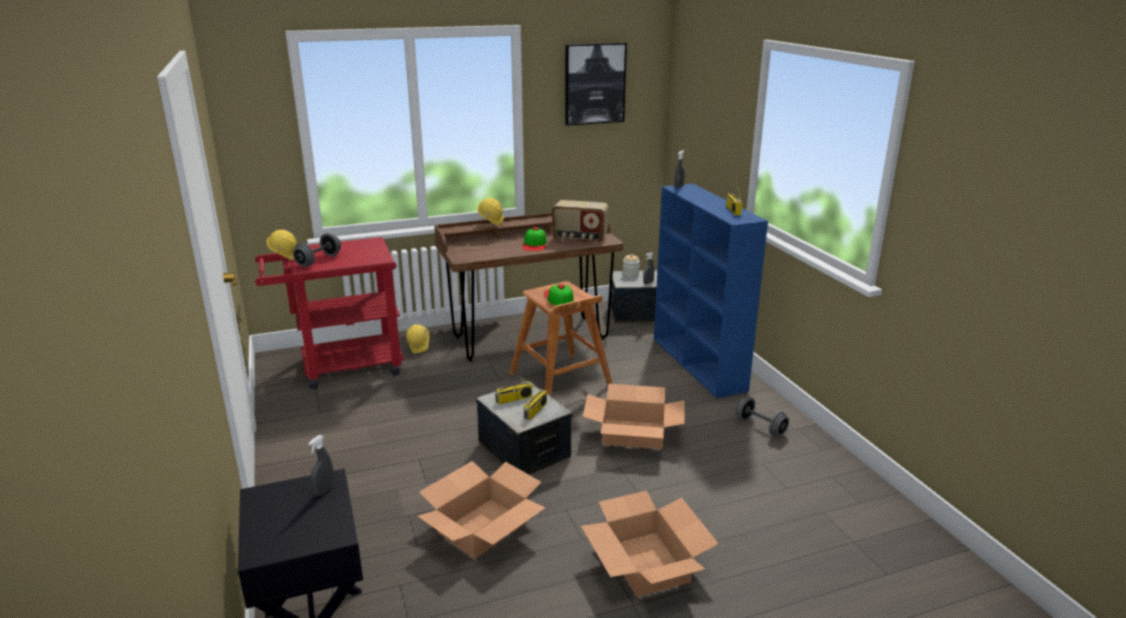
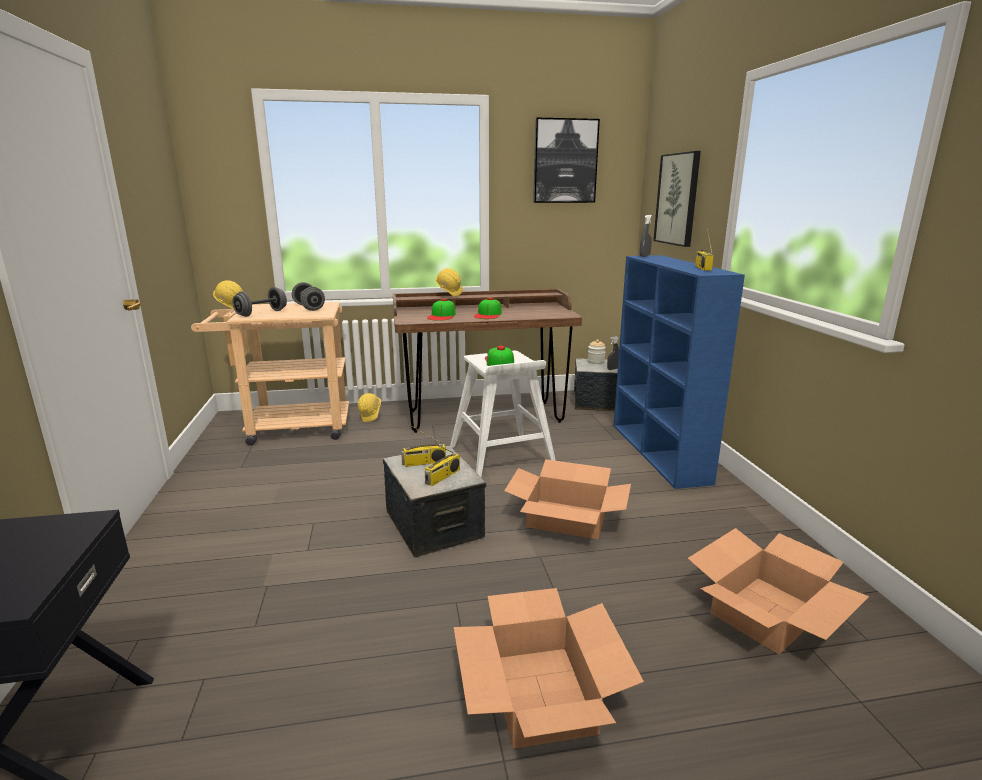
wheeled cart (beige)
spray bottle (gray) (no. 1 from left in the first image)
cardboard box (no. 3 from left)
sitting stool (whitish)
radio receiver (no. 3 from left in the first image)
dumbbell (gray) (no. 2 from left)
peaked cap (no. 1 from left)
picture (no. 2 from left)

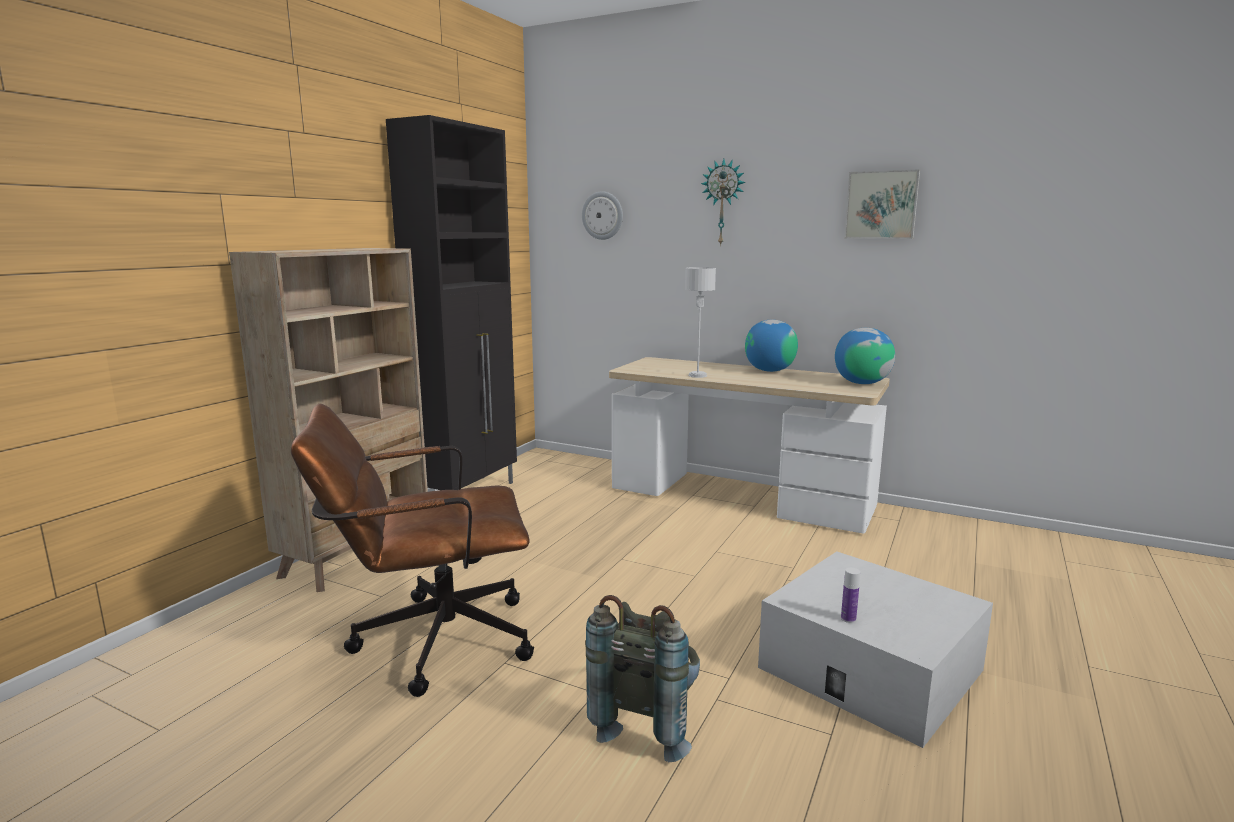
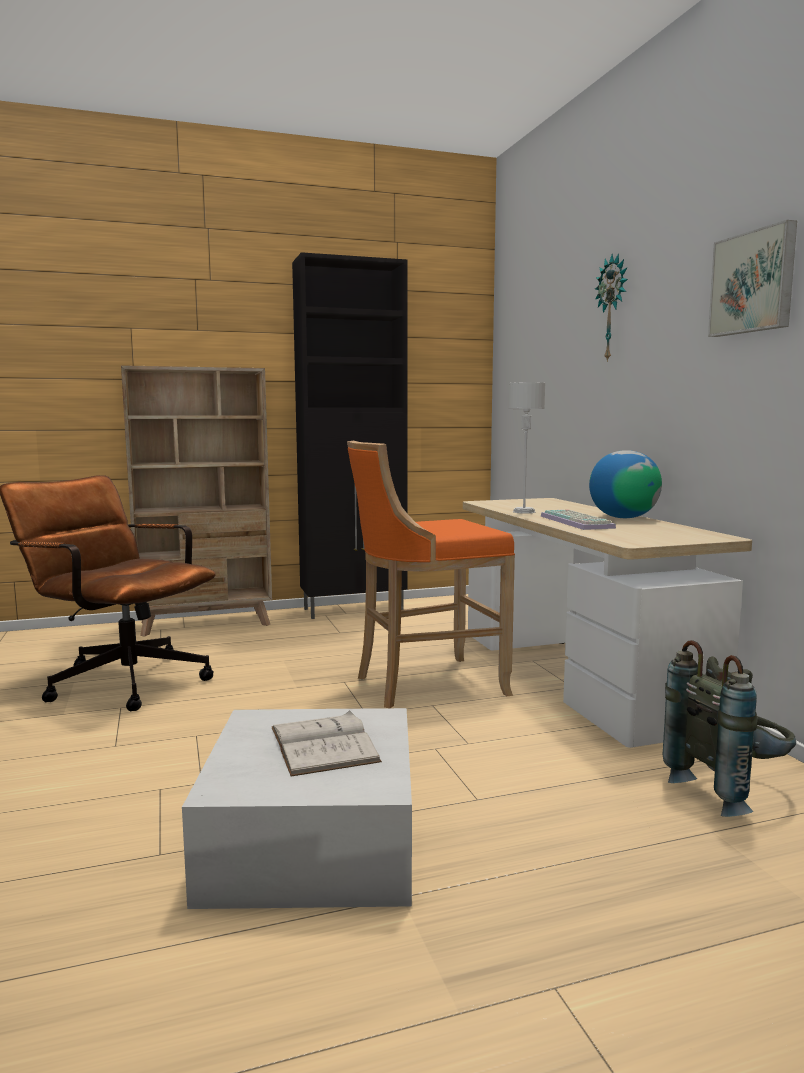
clock on the wall (no. 1 from left in the first image)
knapsack (gray)
desk globe (no. 2 from left in the first image)
beverage bottle
volume (whitish)
sitting stool (orange)
PC keyboard

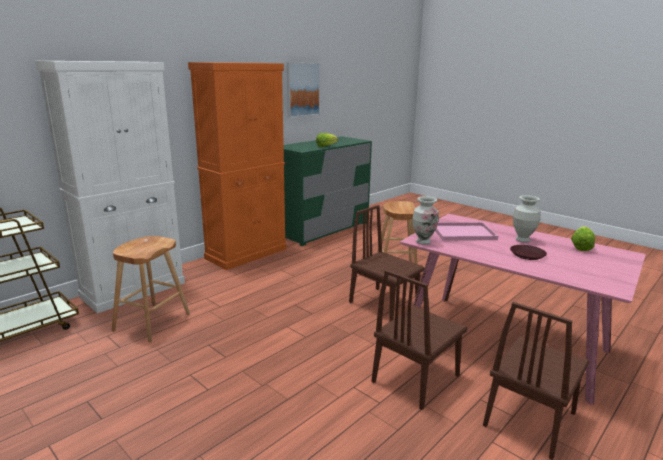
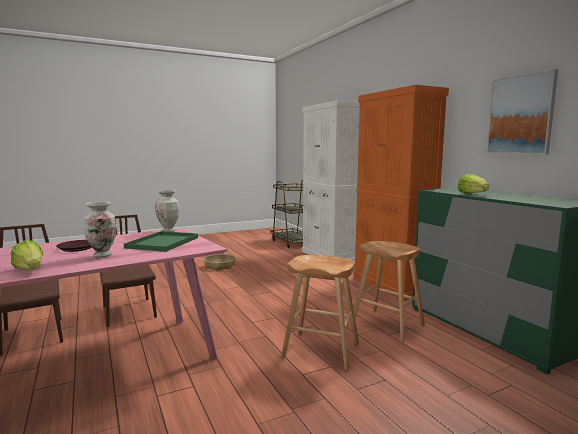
sitting stool (brown) (no. 2 from left)
upright chair (brown) (no. 1 from left in the first image)
tray (green)
storage basket

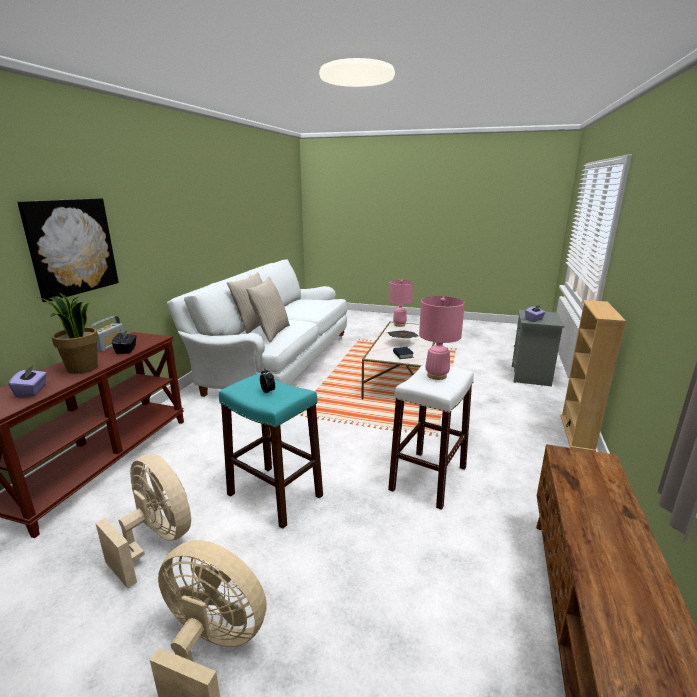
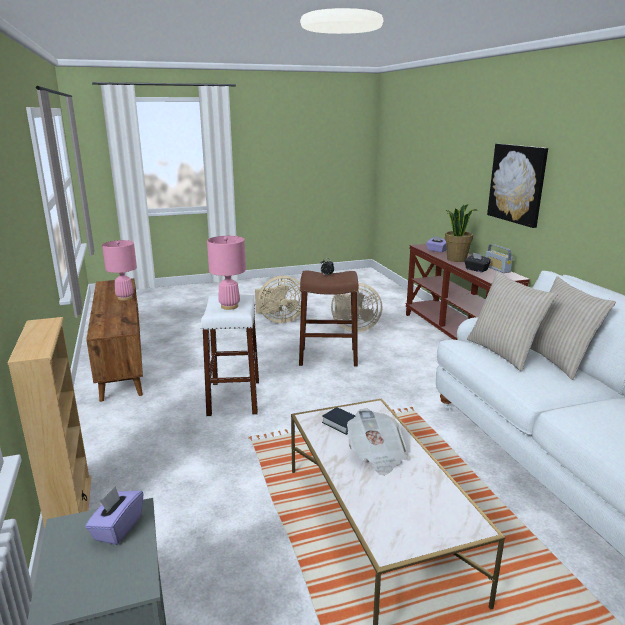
sitting stool (brown)
lamp for a table (pink) (no. 1 from left)

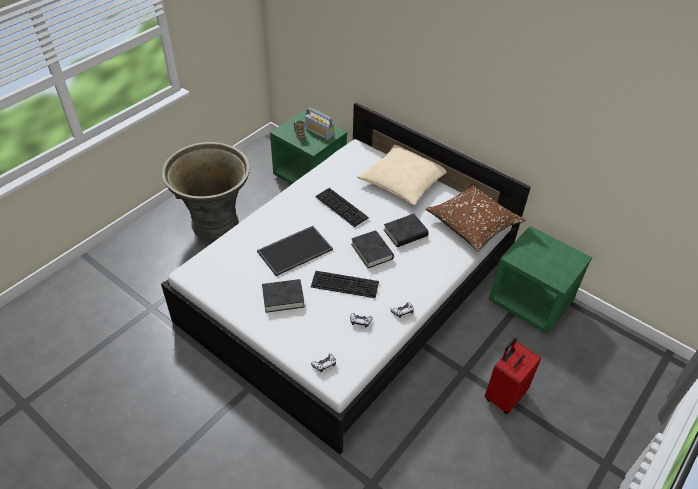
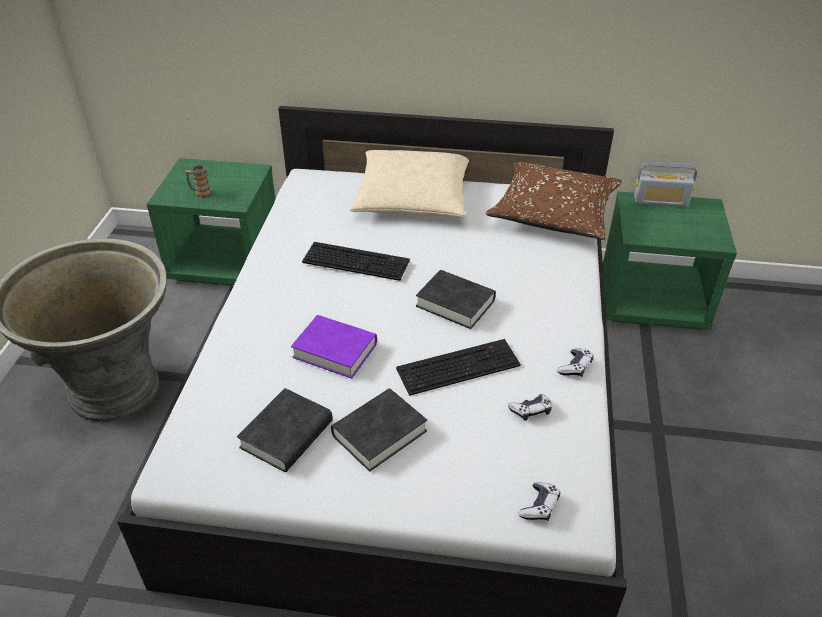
volume (purple-coloured)
radio receiver
volume (black-coloured) (no. 1 from left)
travel case (red-coloured)

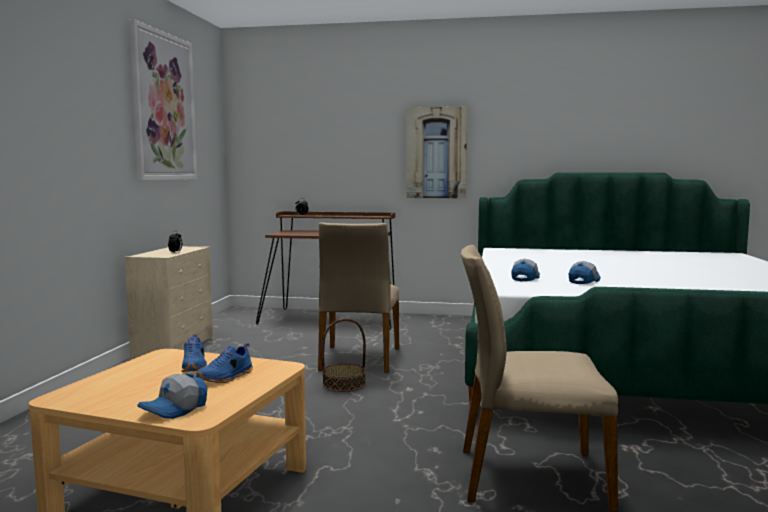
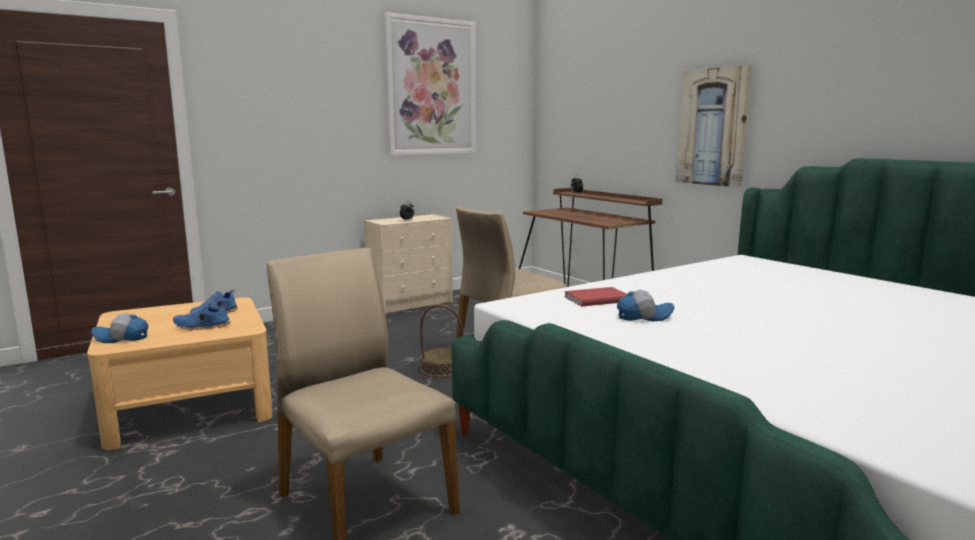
volume (red-coloured)

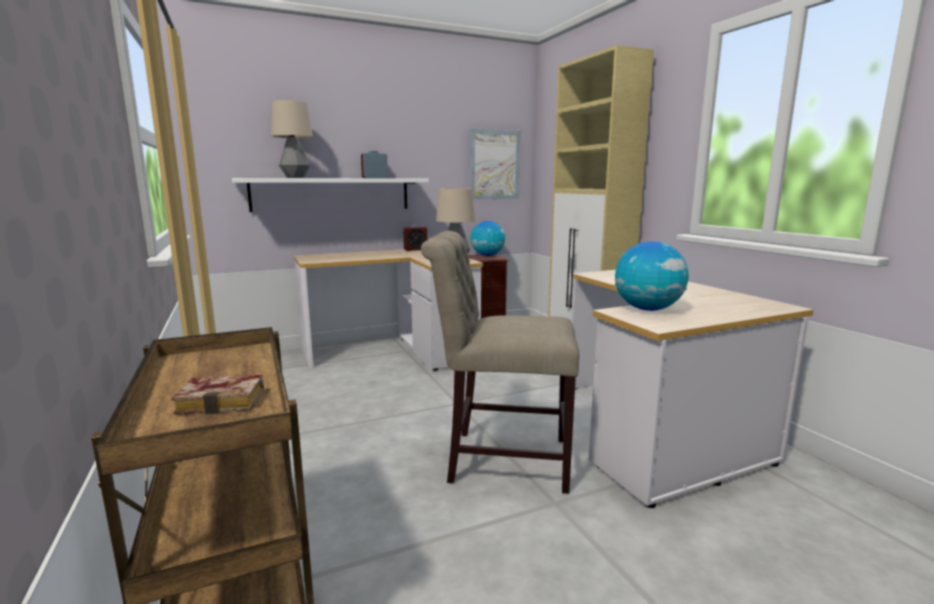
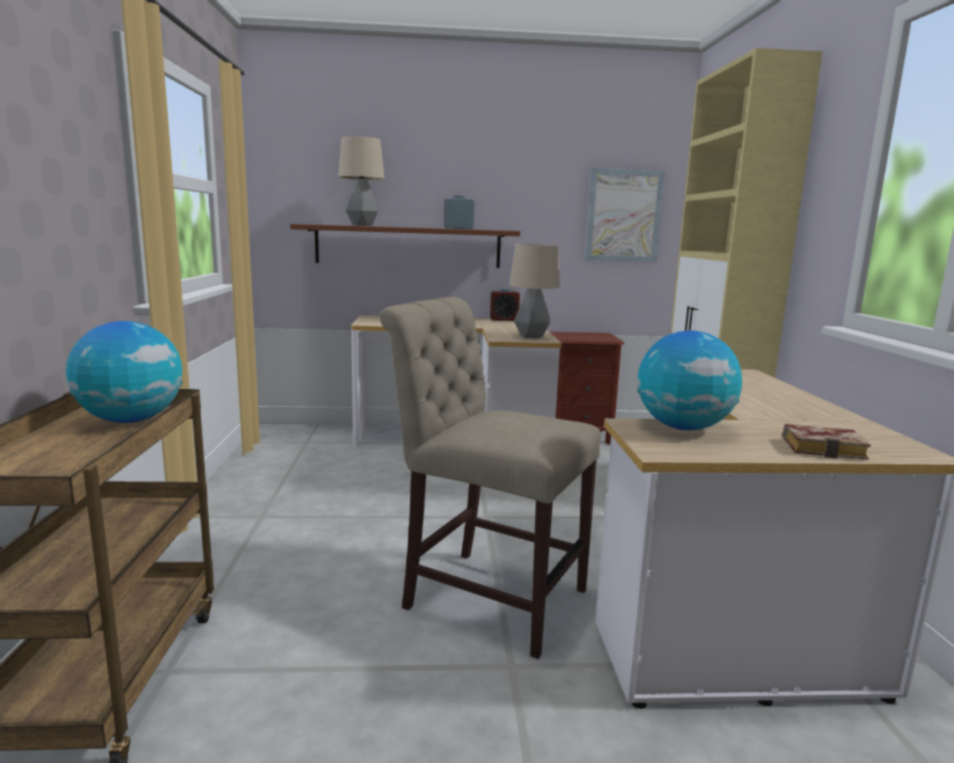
volume
wall shelf (brown)
desk globe (no. 1 from left)

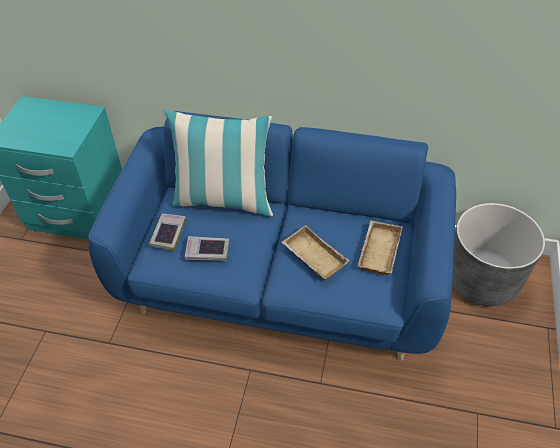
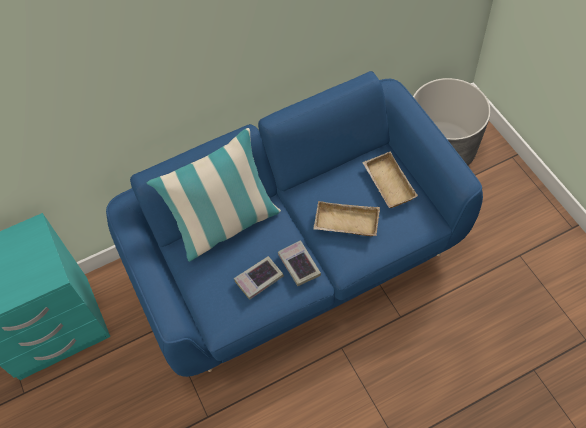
volume (no. 2 from left)

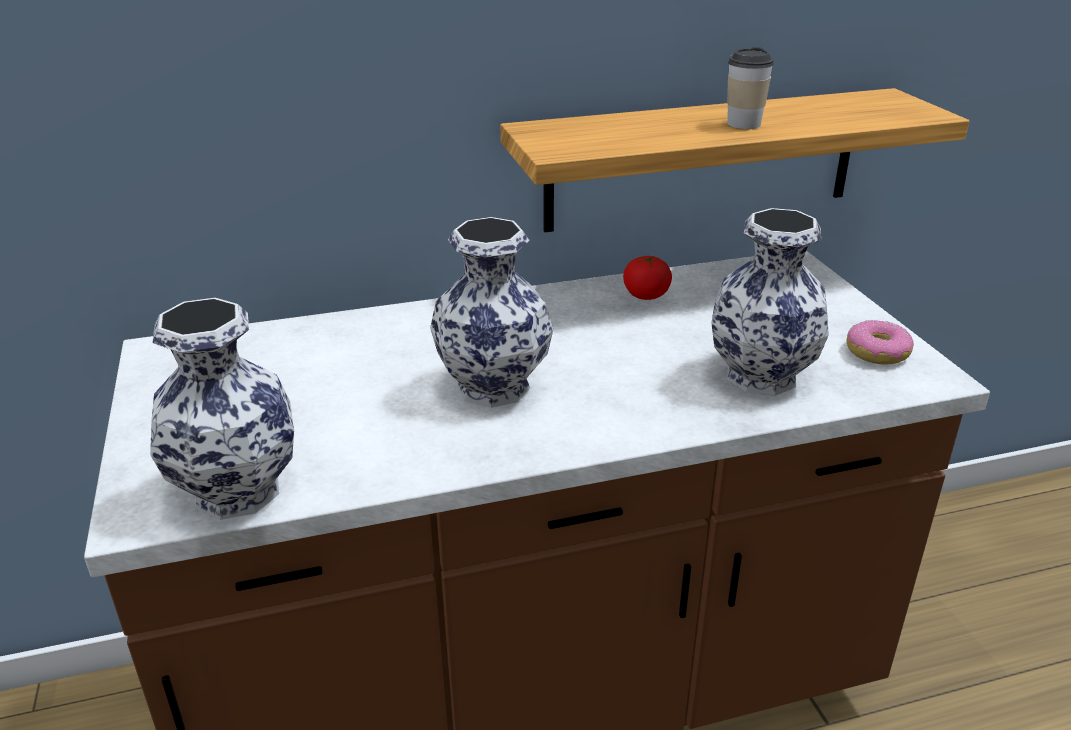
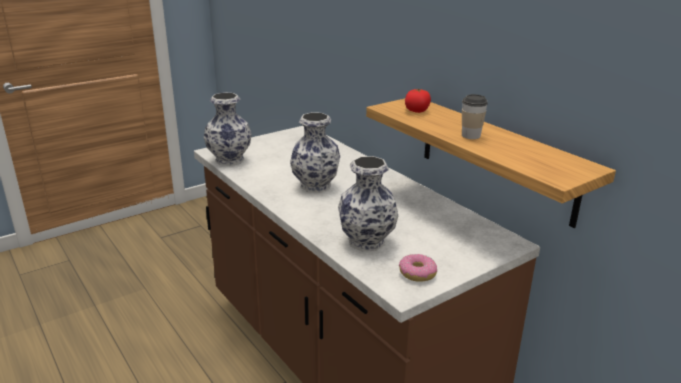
whole tomato

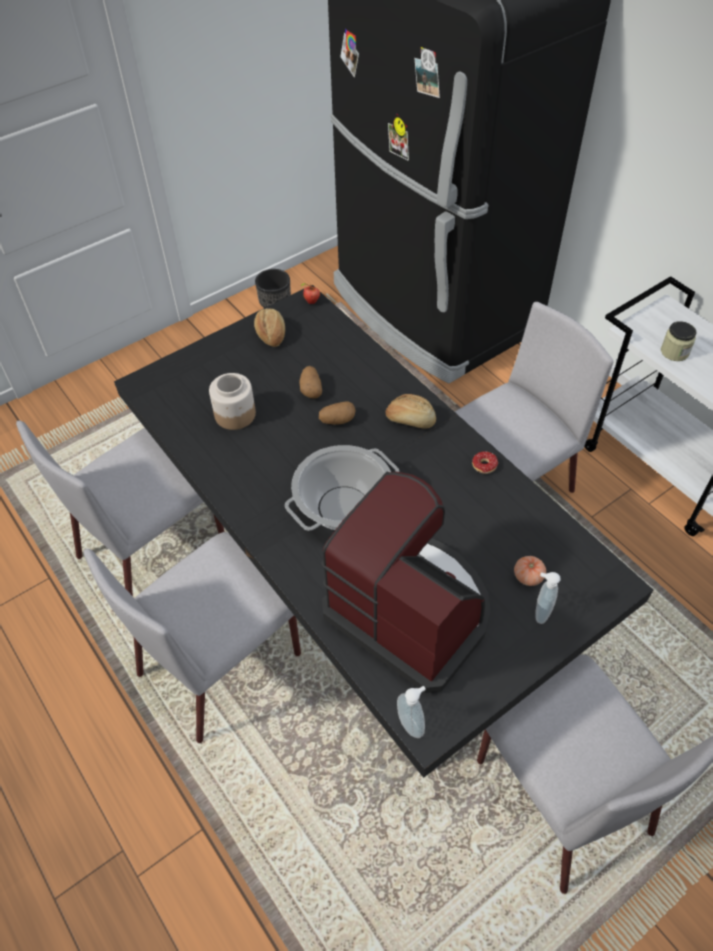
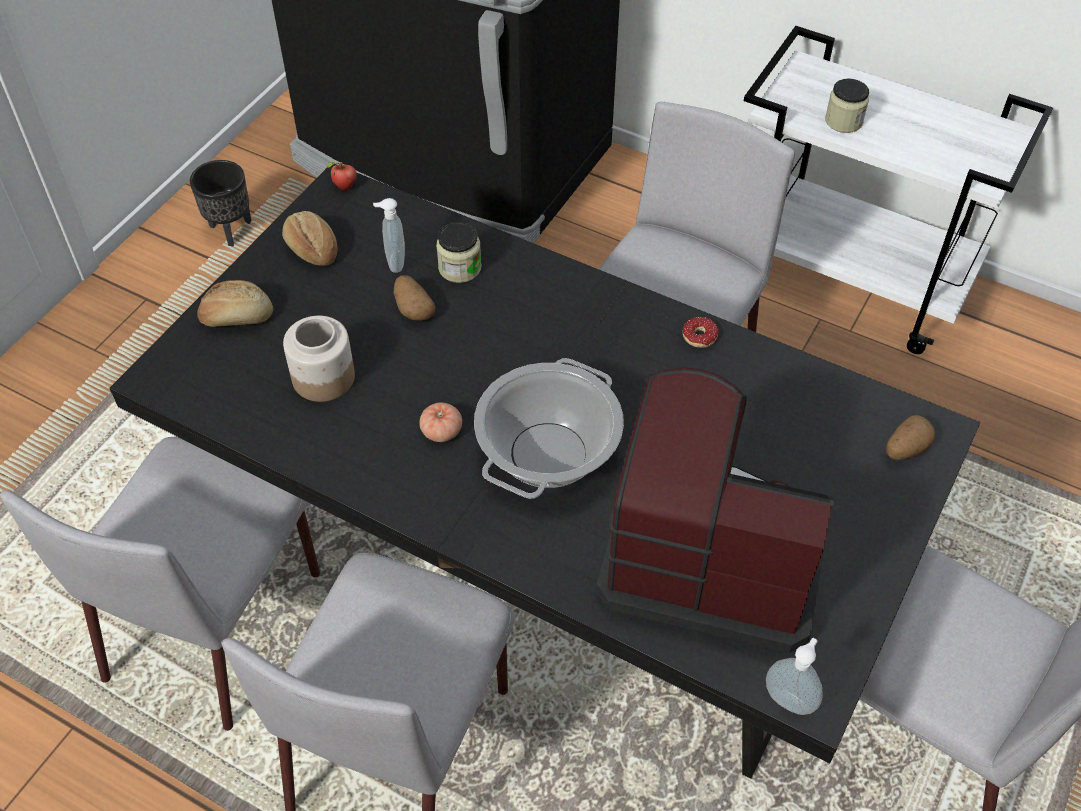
potato (no. 2 from left)
bakery bread (no. 1 from left)
whole tomato
soap dispenser (no. 1 from left)
storage jar (no. 2 from left)

